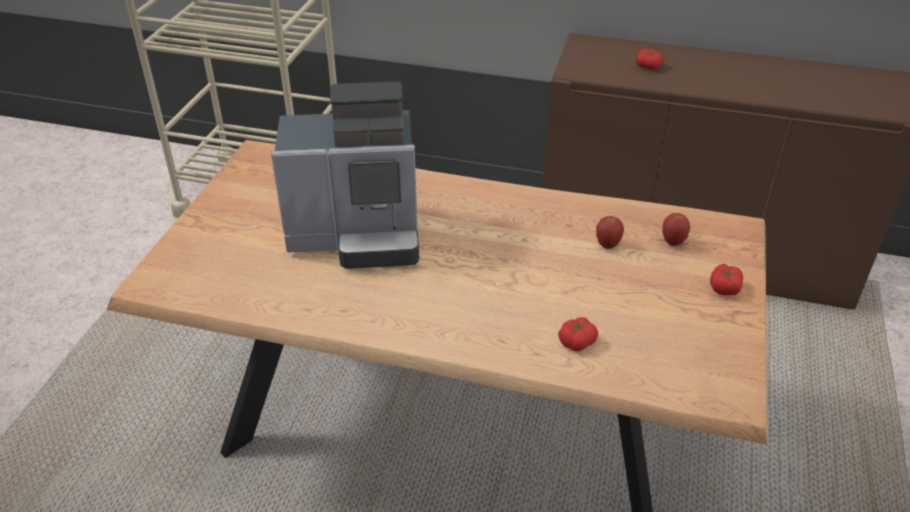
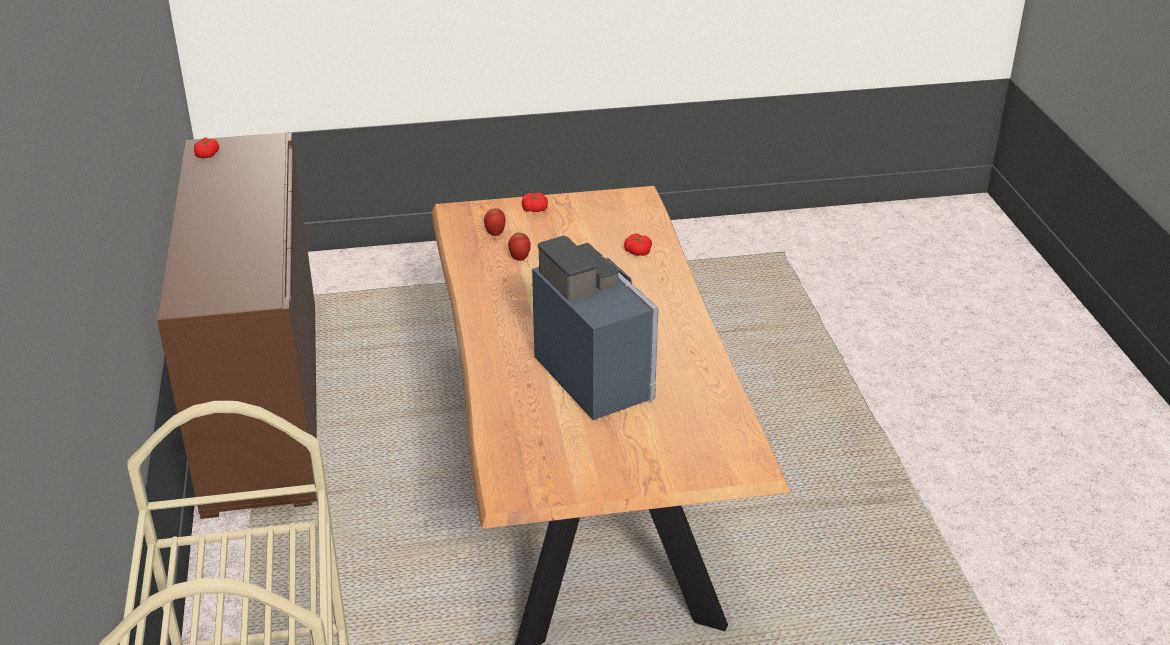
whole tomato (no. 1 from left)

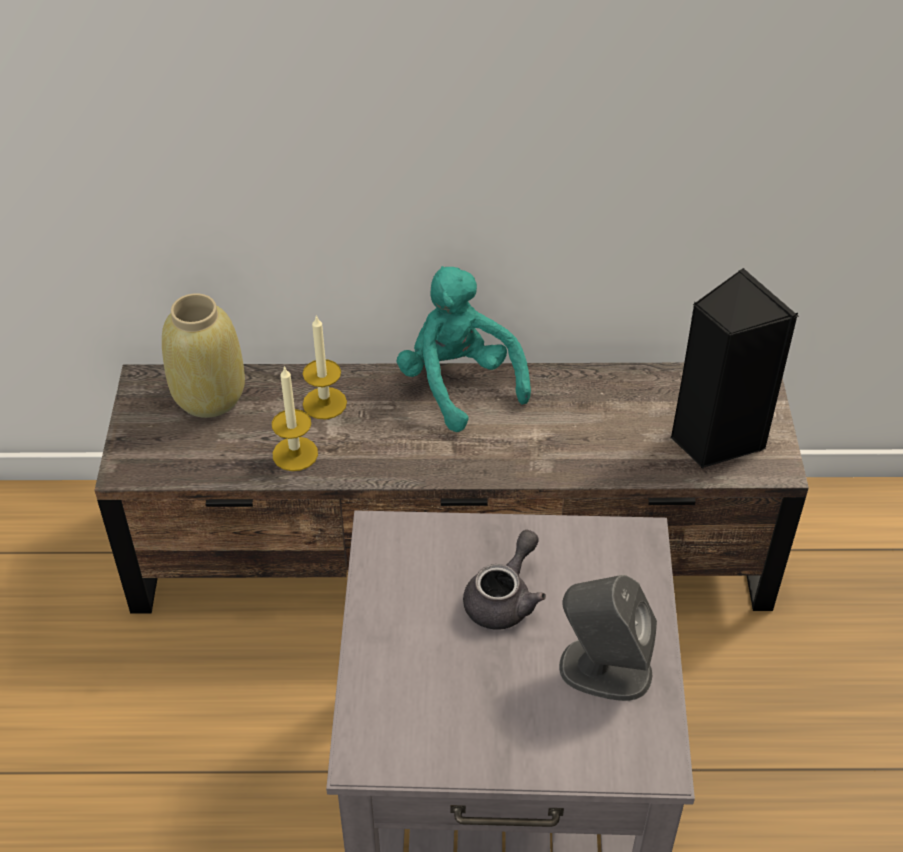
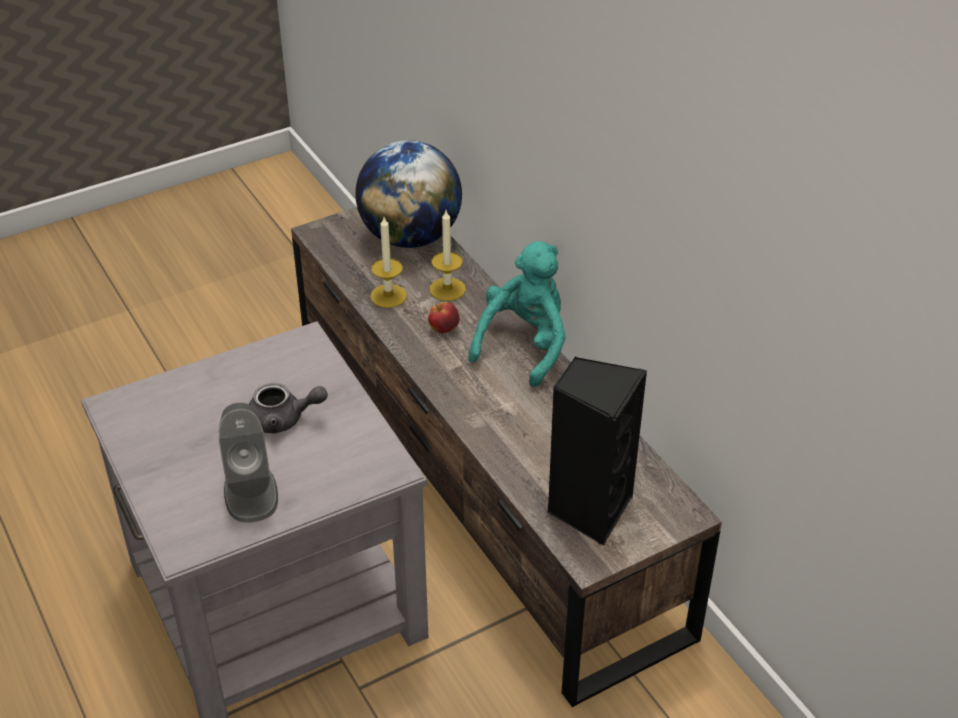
desk globe
apple fruit

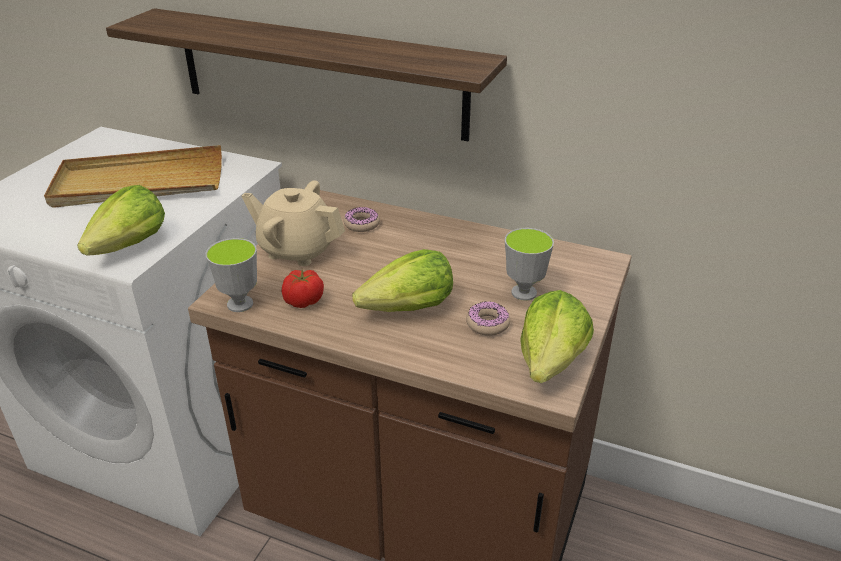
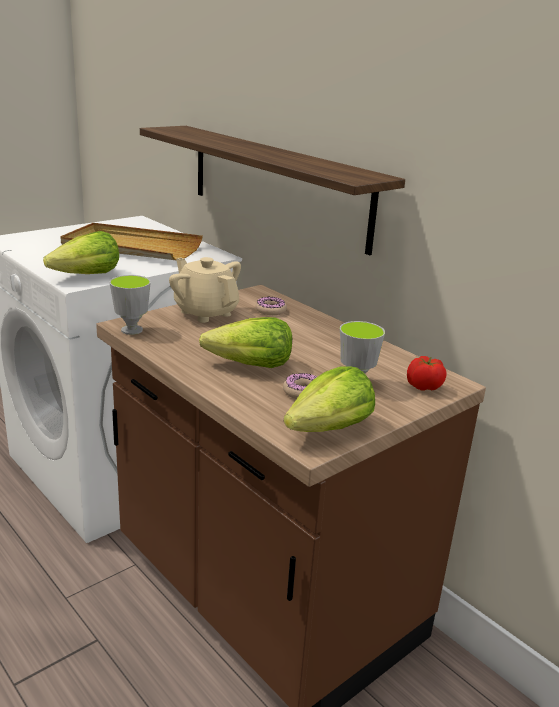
whole tomato

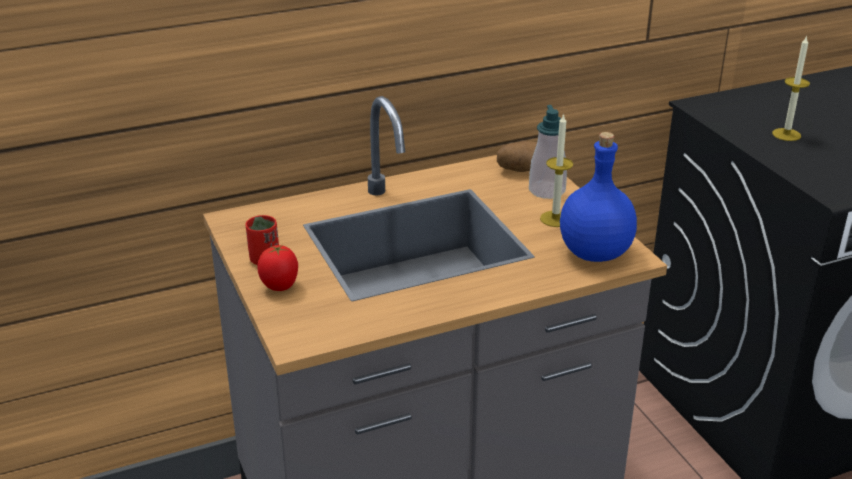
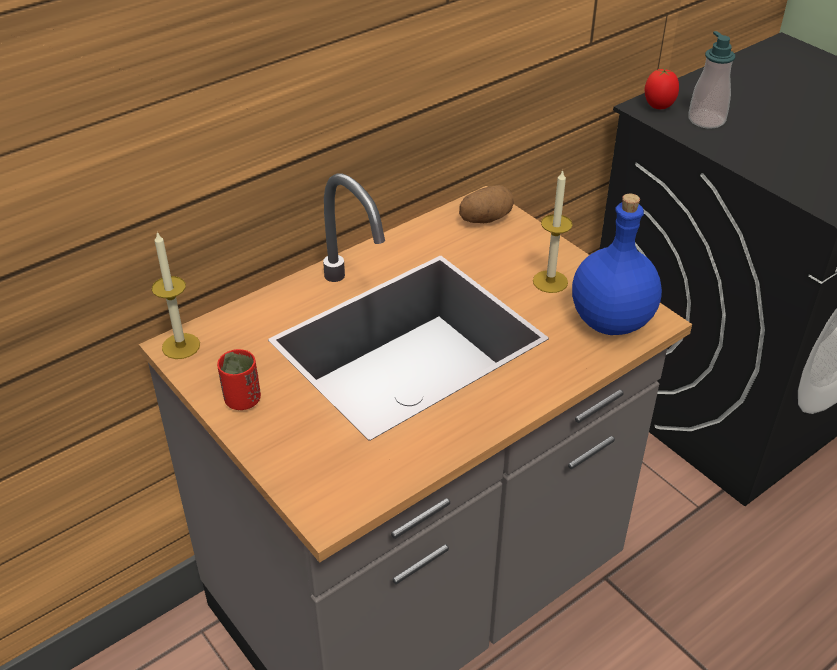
whole tomato
soap dispenser
candle (no. 1 from left)

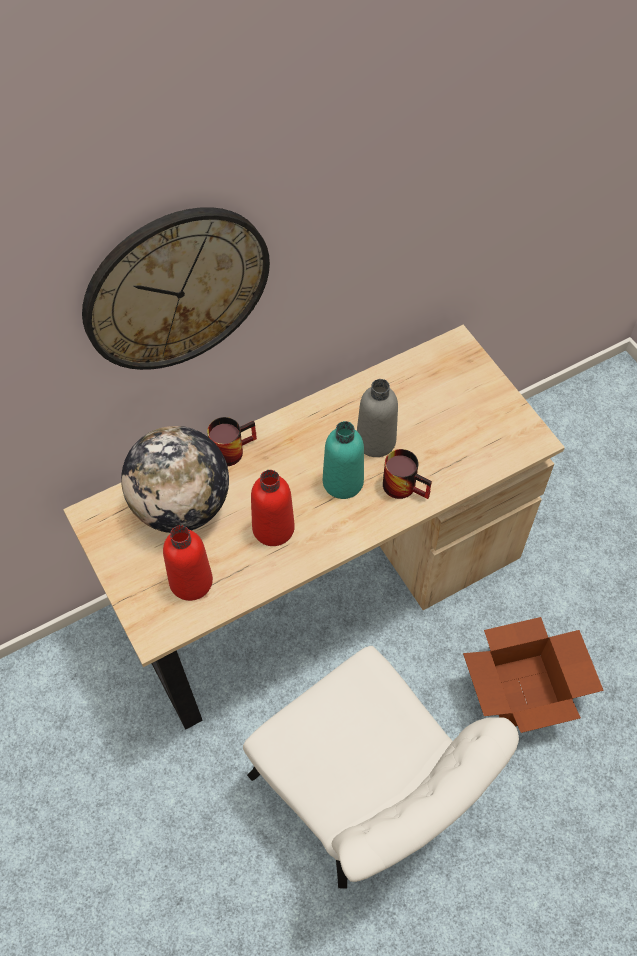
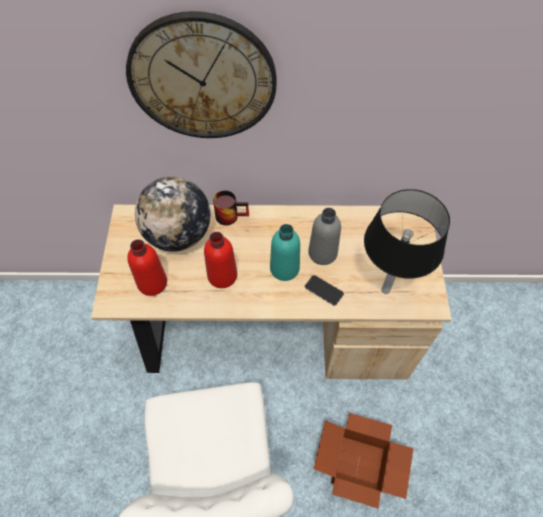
handset
lamp for a table (black-coloured)

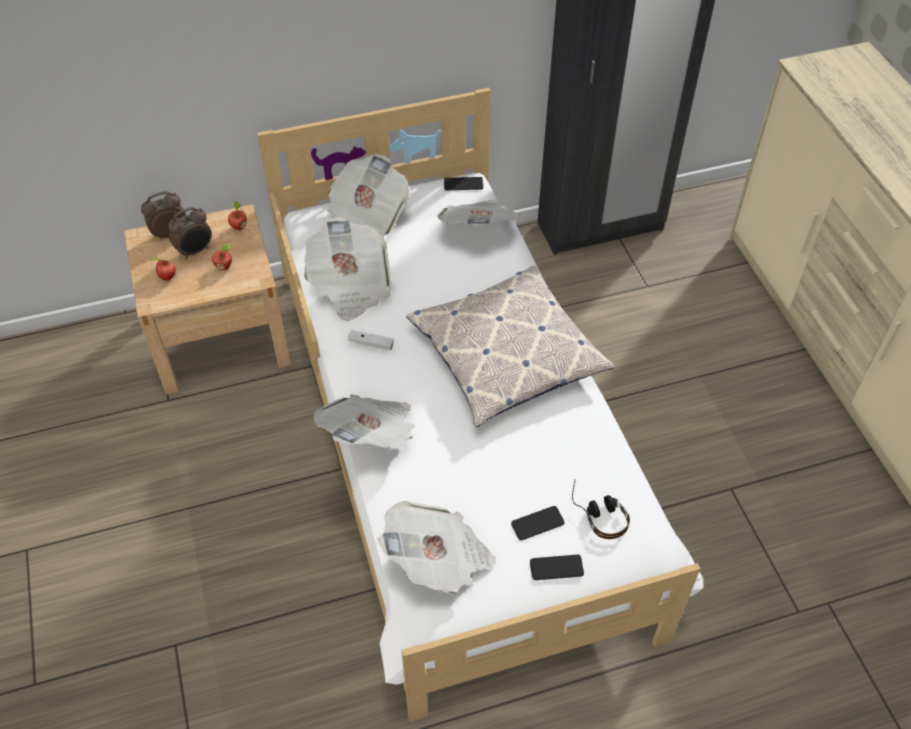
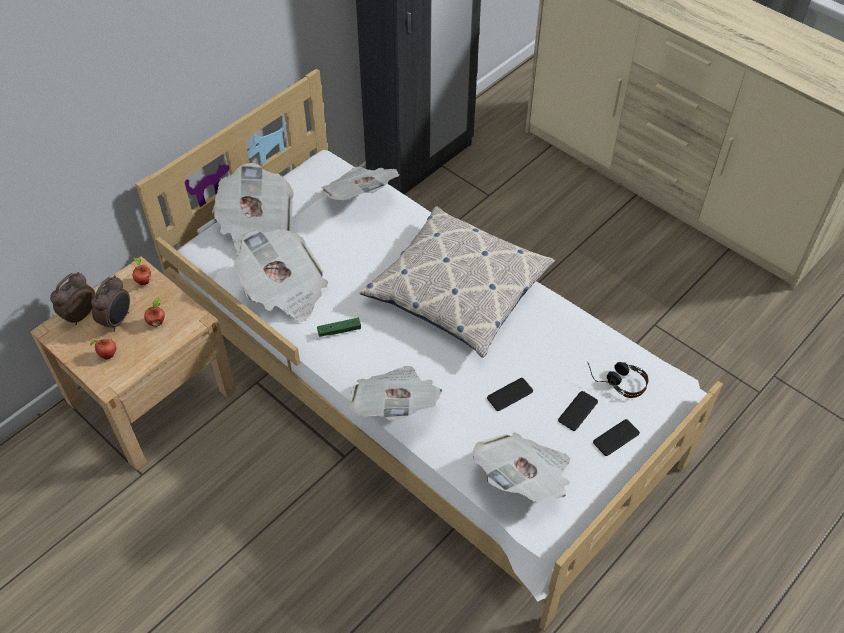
joypad (green)
handset (no. 1 from left)

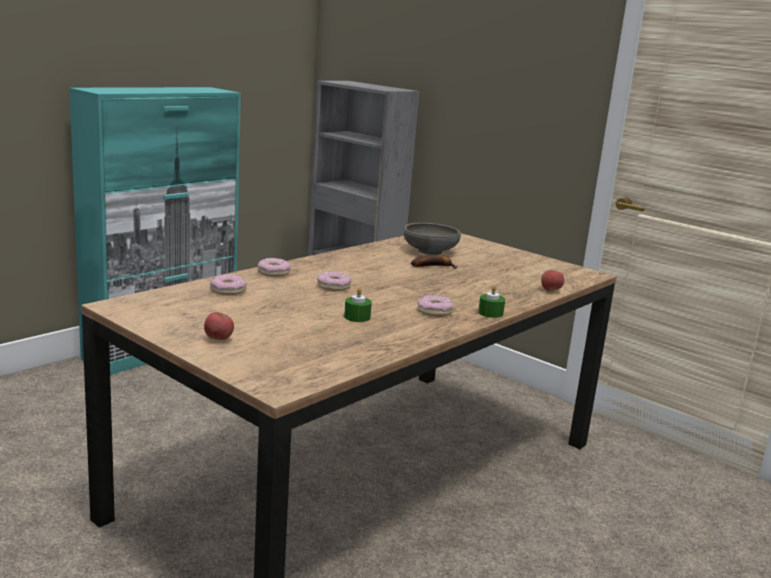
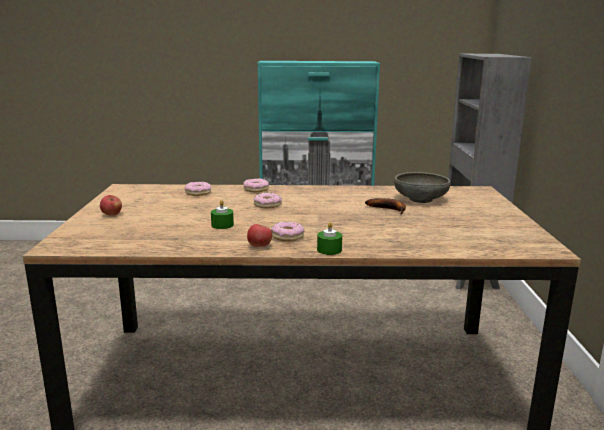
apple fruit (no. 2 from left)

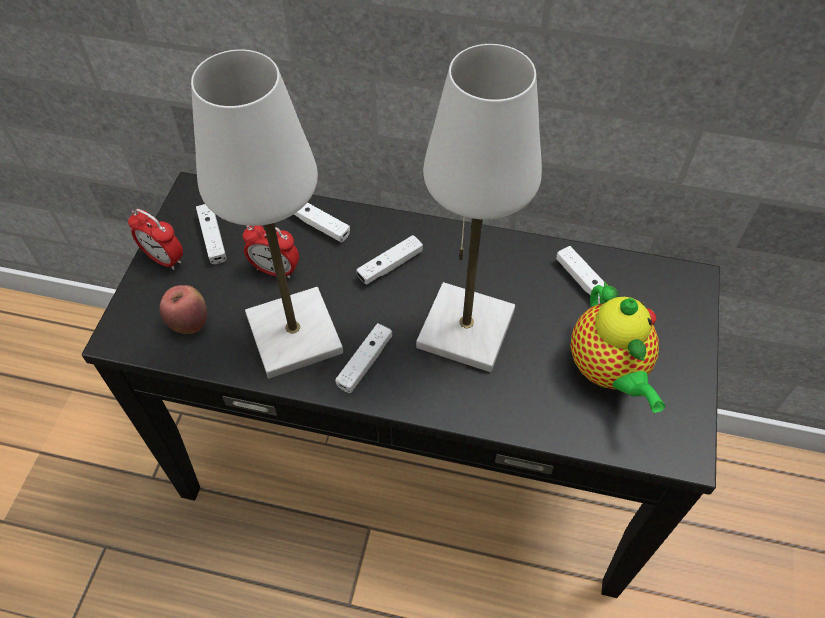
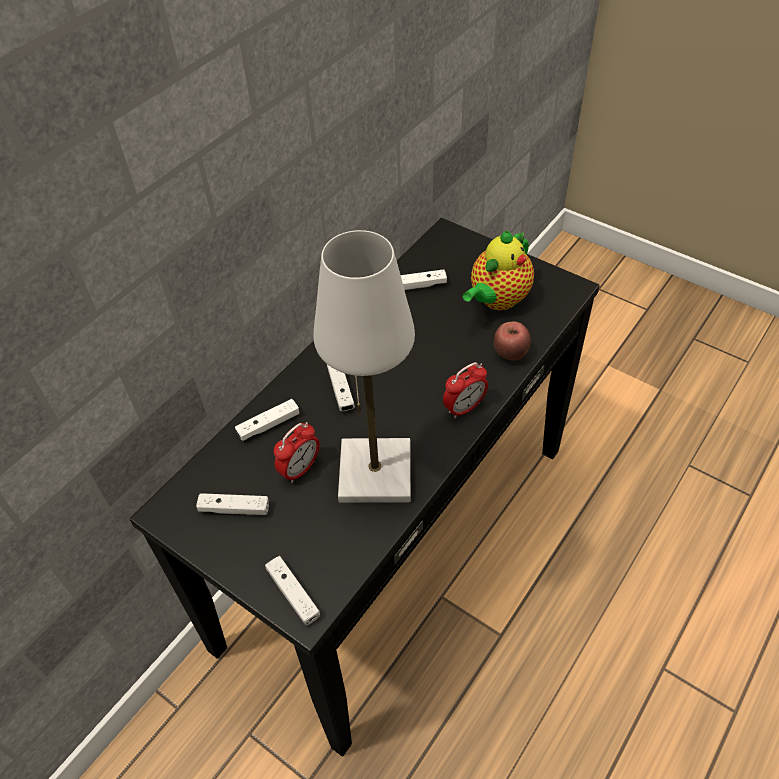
alarm clock (no. 2 from left)
apple fruit
joypad (whitish) (no. 3 from left)
lamp for a table (whitish) (no. 2 from left in the first image)
teapot

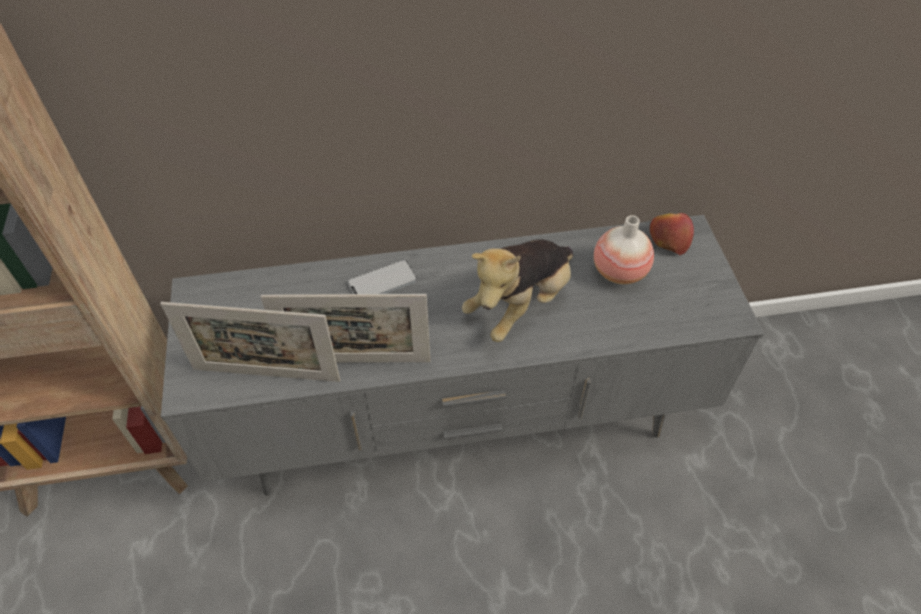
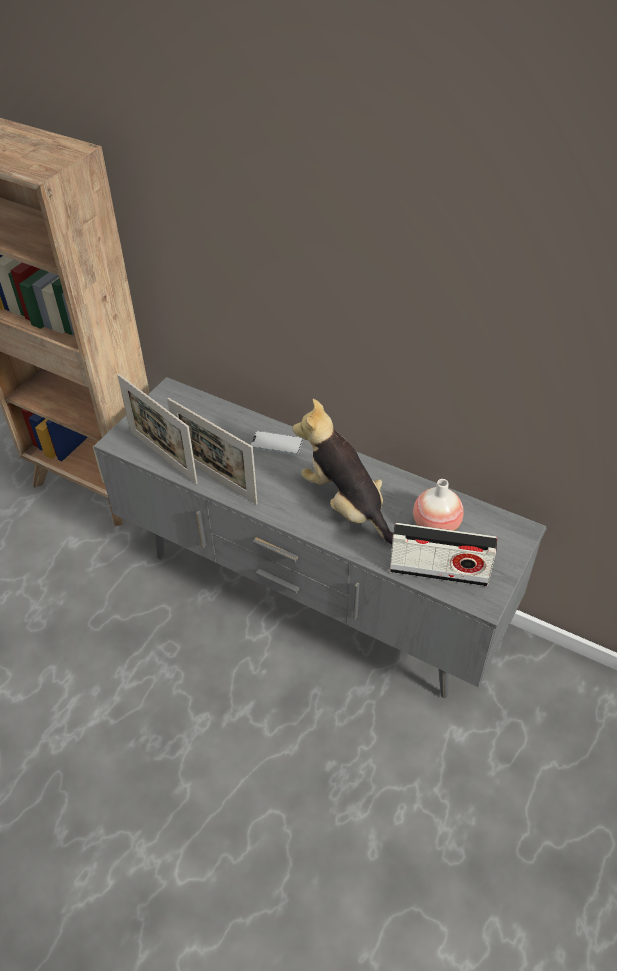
cuddly toy
apple fruit
radio receiver

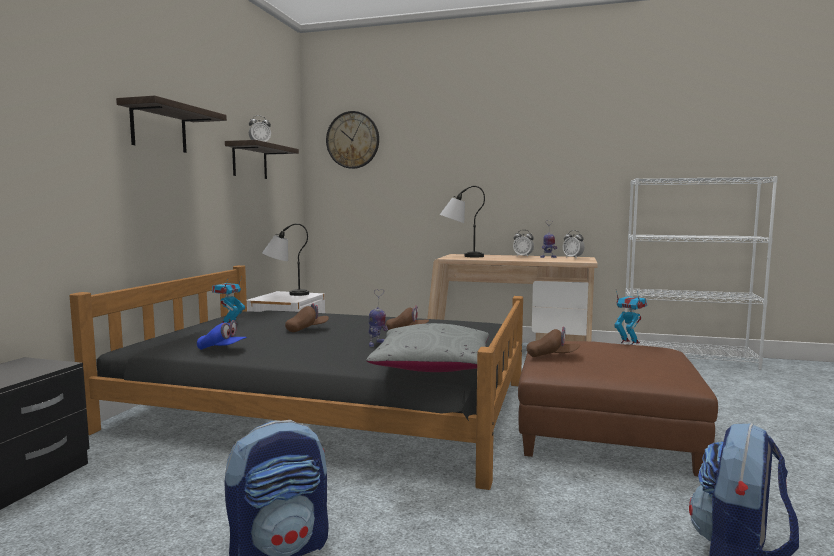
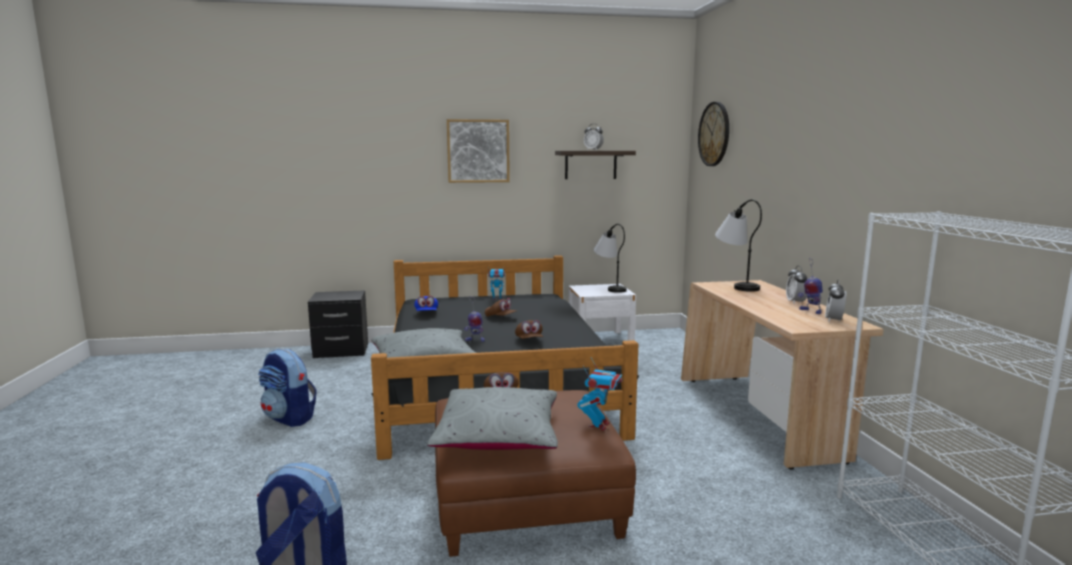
picture
cushion (gray) (no. 2 from left)

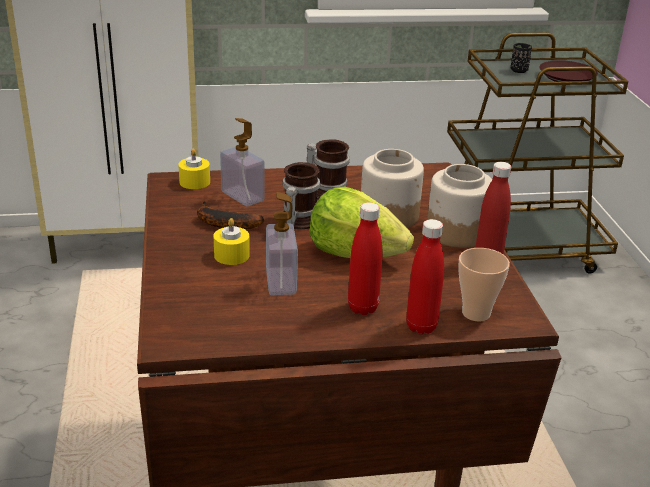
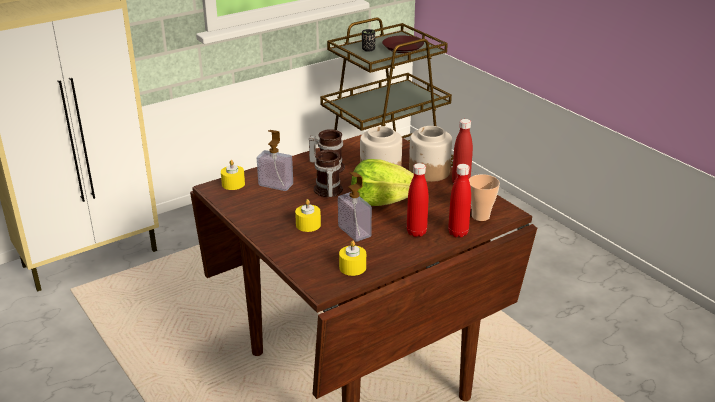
banana fruit
candle (yellowish) (no. 3 from left)

